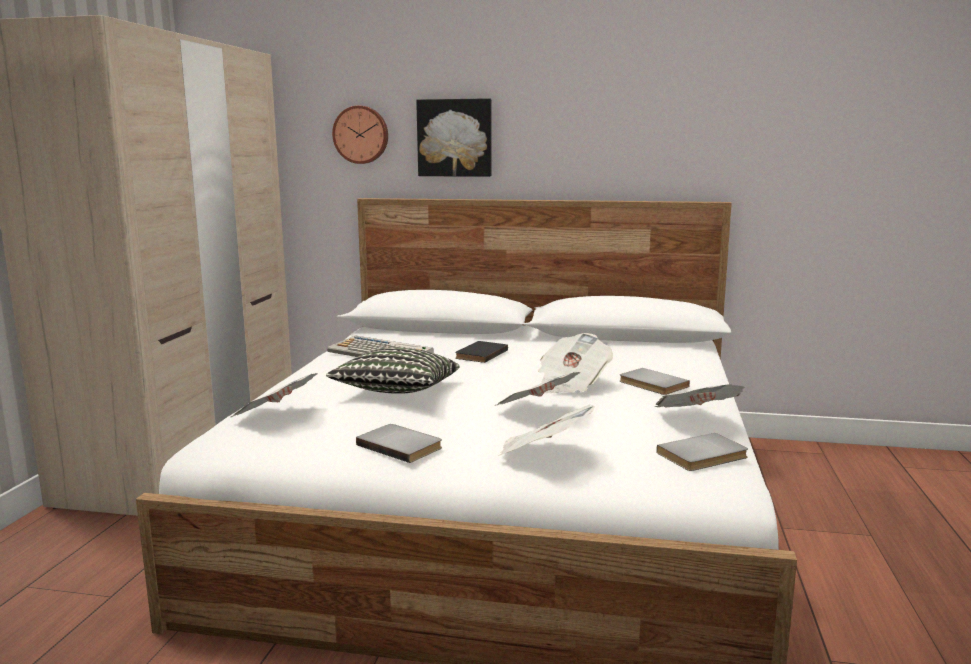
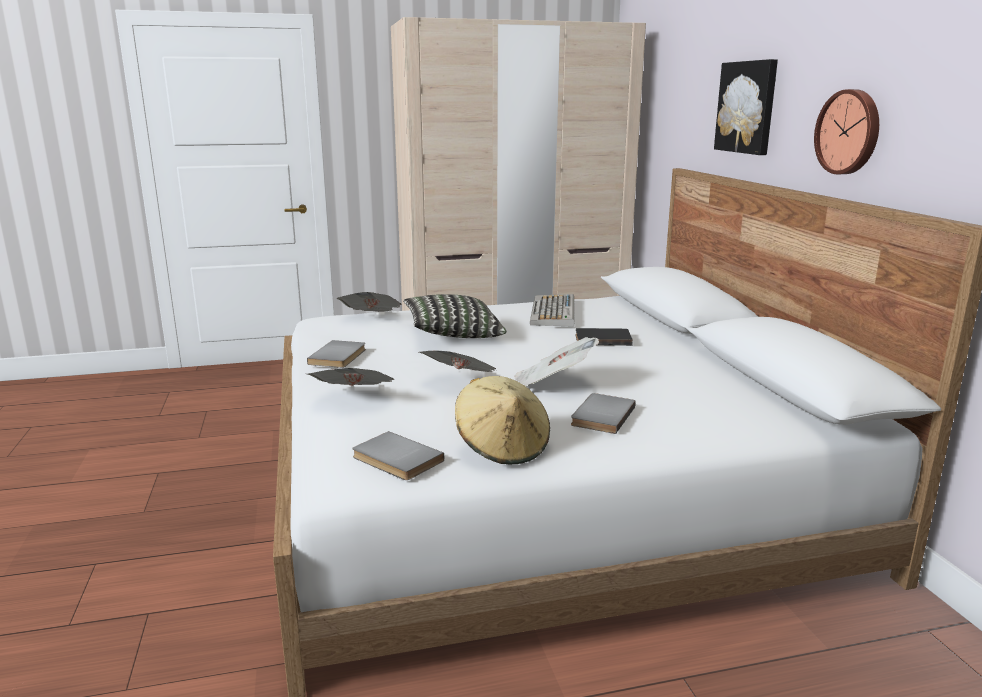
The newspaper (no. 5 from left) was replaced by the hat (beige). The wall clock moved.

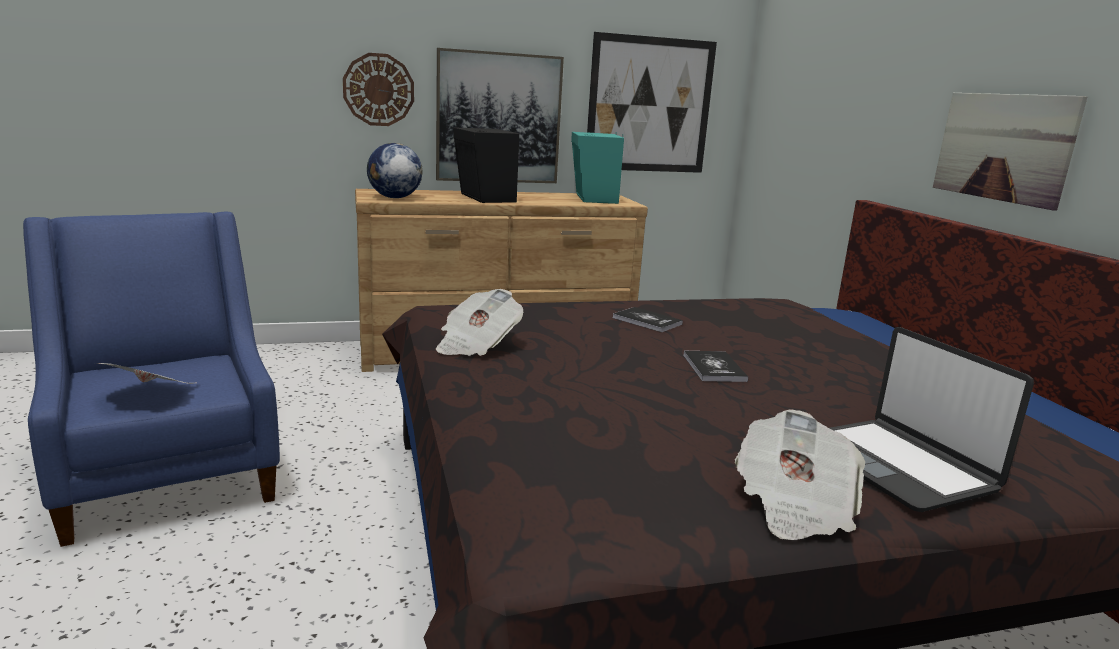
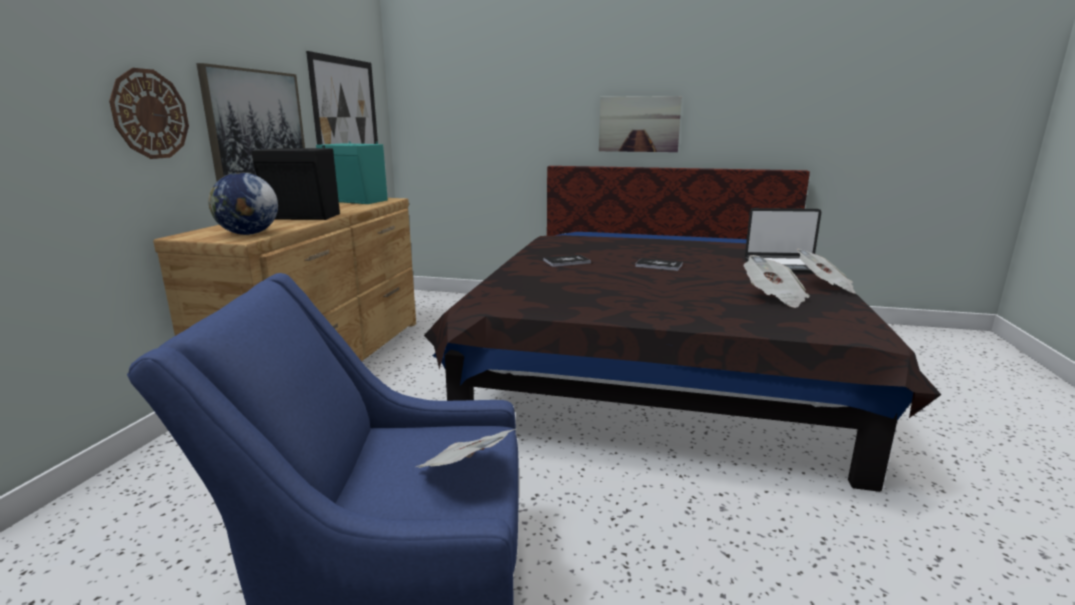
The newspaper (no. 2 from left) moved.

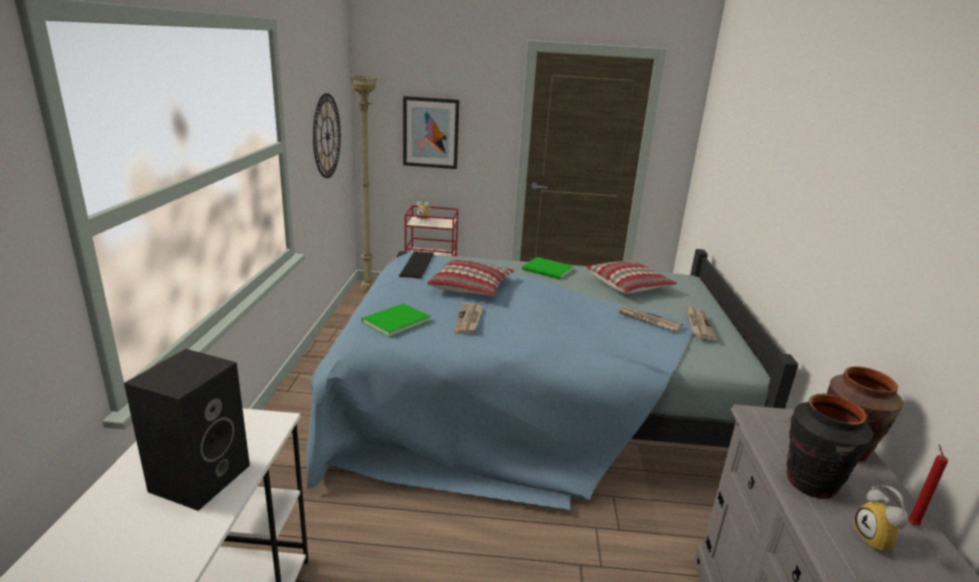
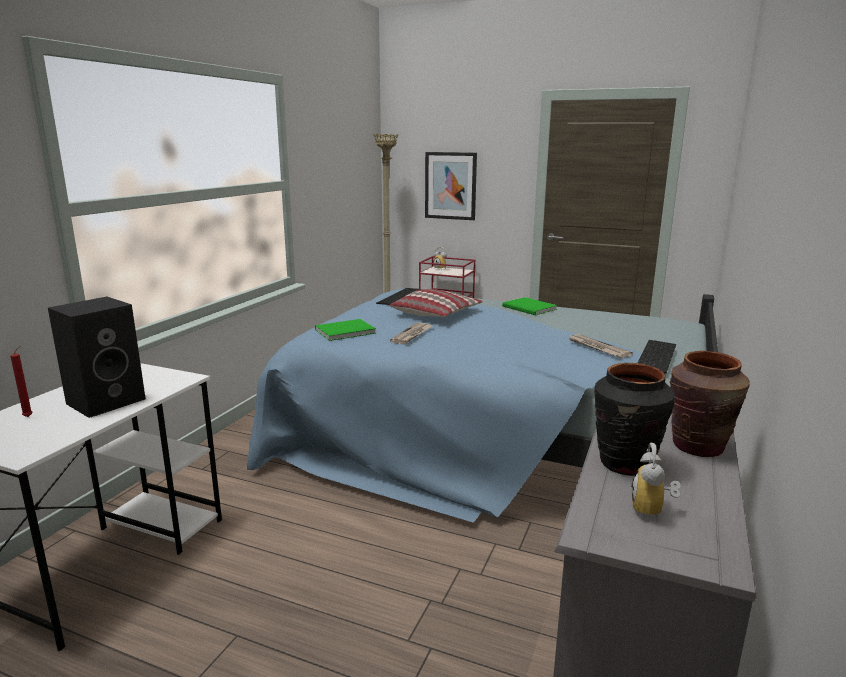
The candle (red) moved. The newspaper (no. 3 from left) was replaced by the keyboard (no. 2 from left). The wall clock disappeared. The pillow (no. 2 from left) disappeared.

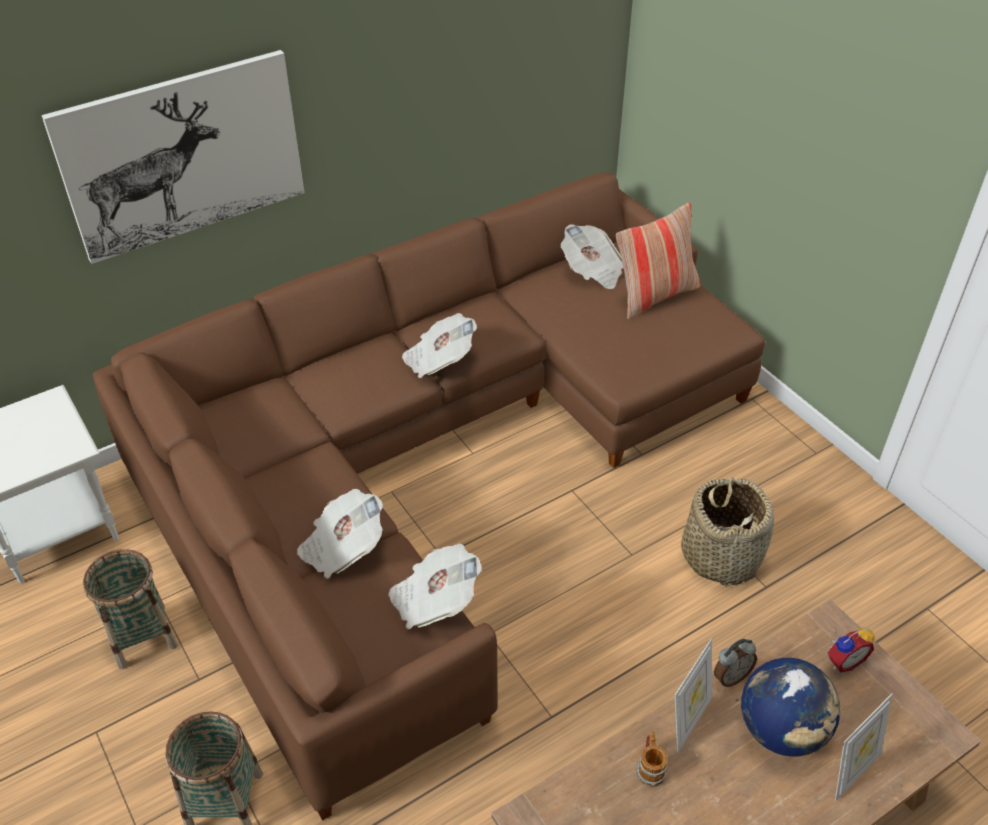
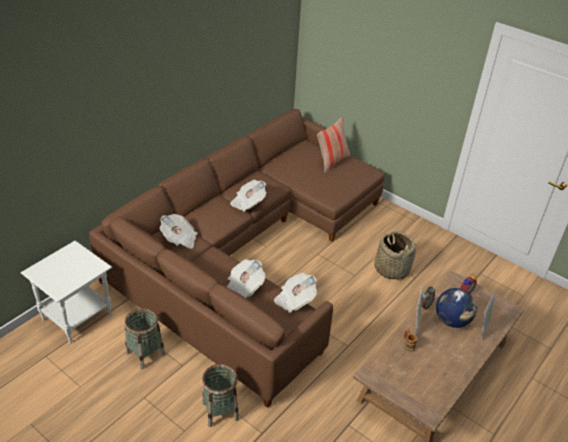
The newspaper (no. 4 from left in the first image) moved. The picture disappeared.

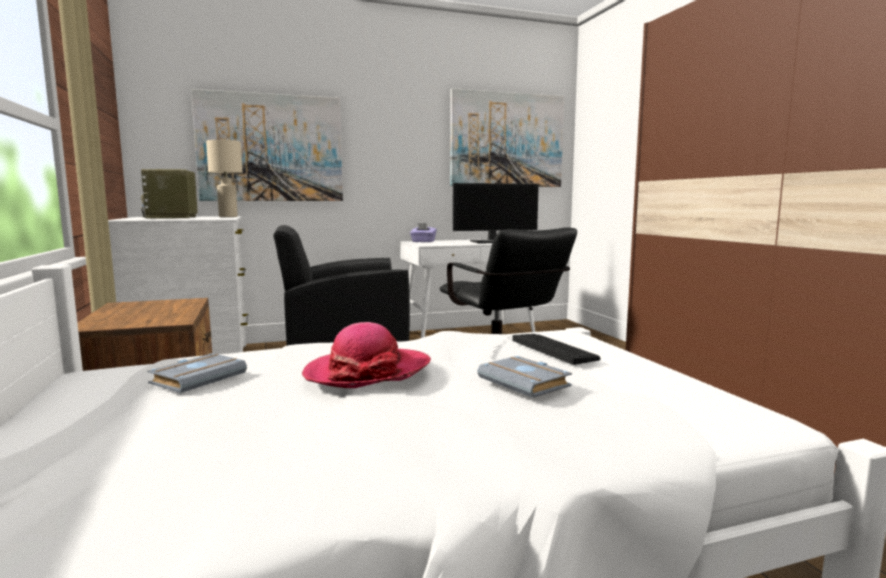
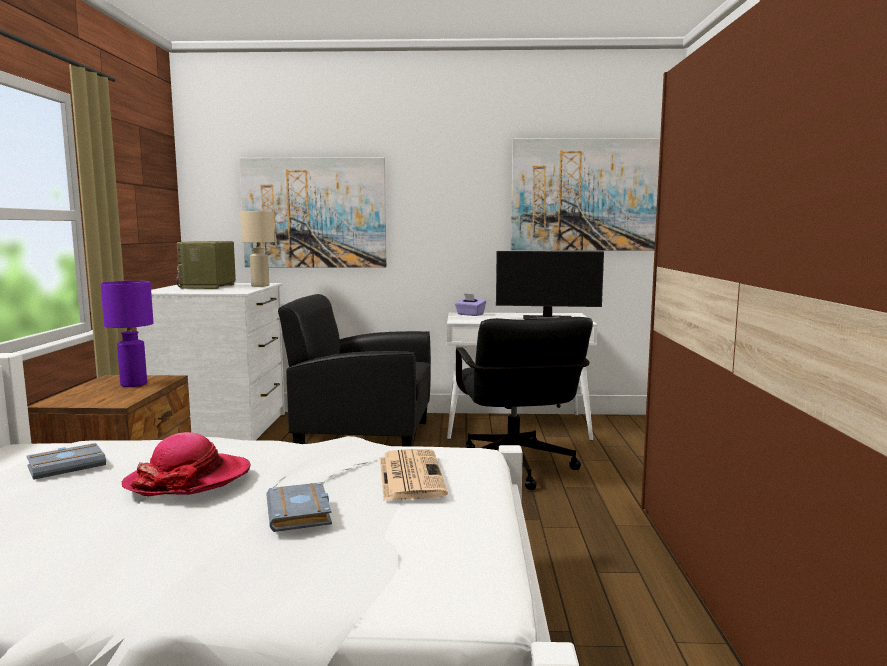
The table lamp (purple) appeared. The keyboard was replaced by the newspaper.

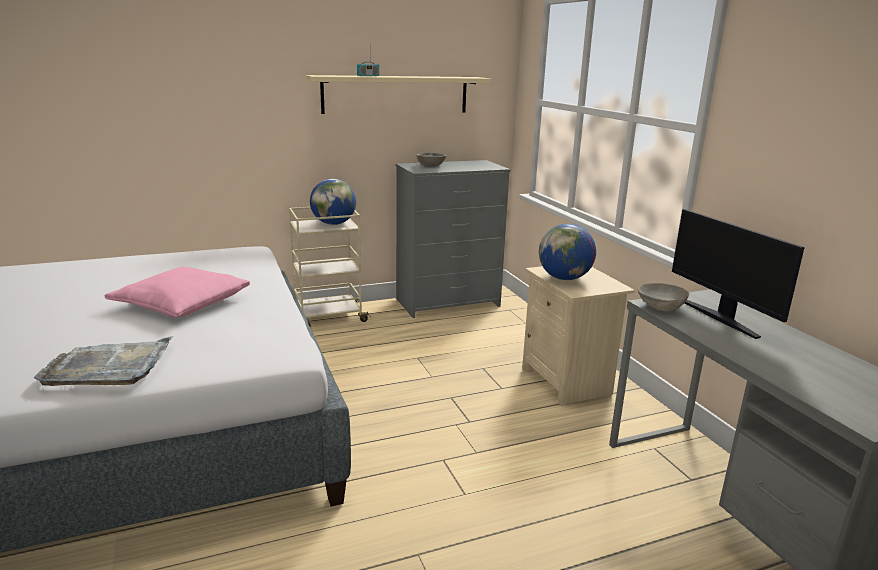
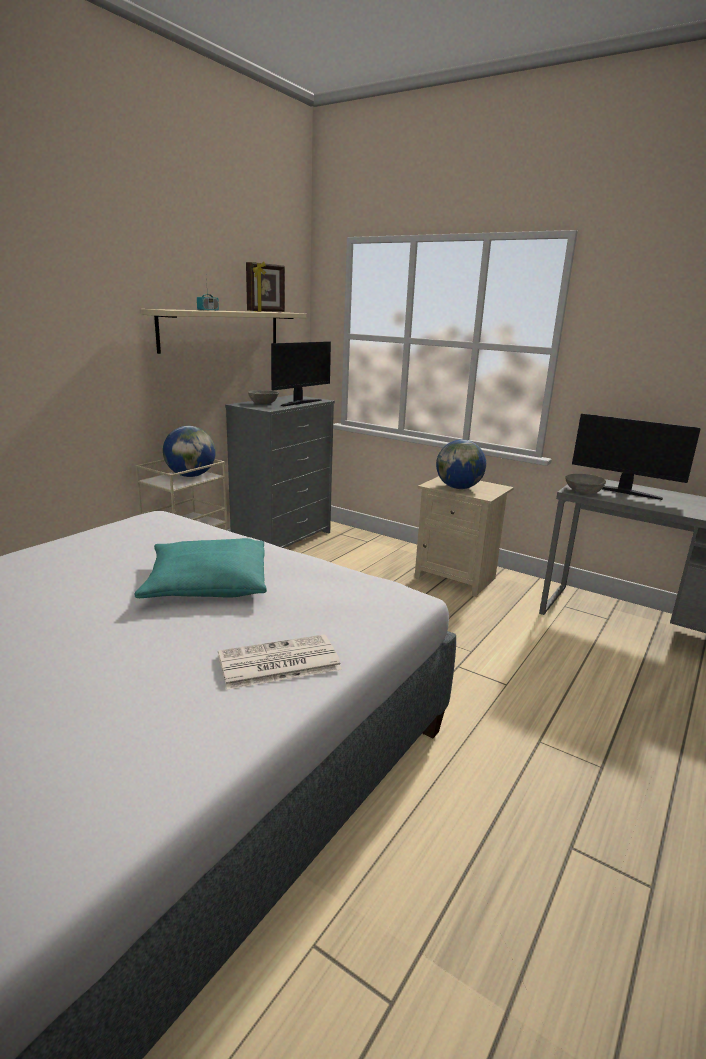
The pillow (pink) became the pillow (turquoise). The tray (grey) was replaced by the newspaper. The picture frame appeared. The monitor (no. 1 from left) appeared.

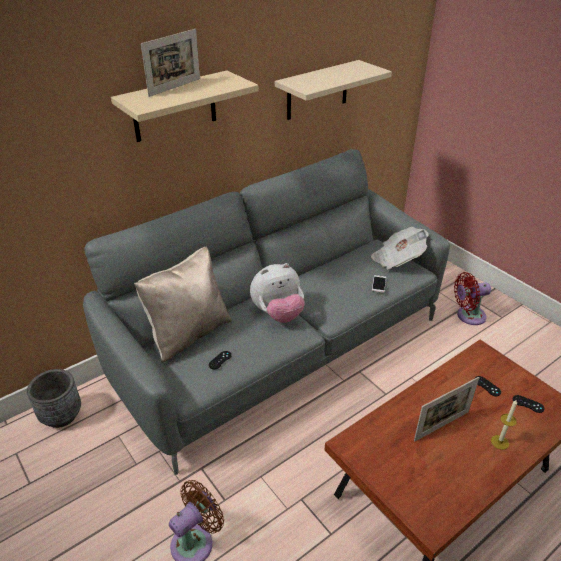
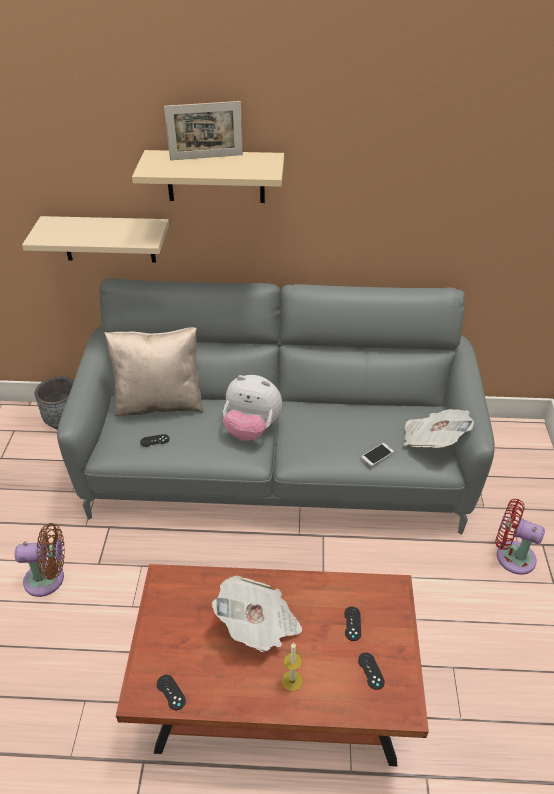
The shelf (beige) (no. 2 from left in the first image) moved. The game controller (black) (no. 2 from left) appeared. The picture frame (no. 2 from left) was replaced by the newspaper (no. 1 from left).

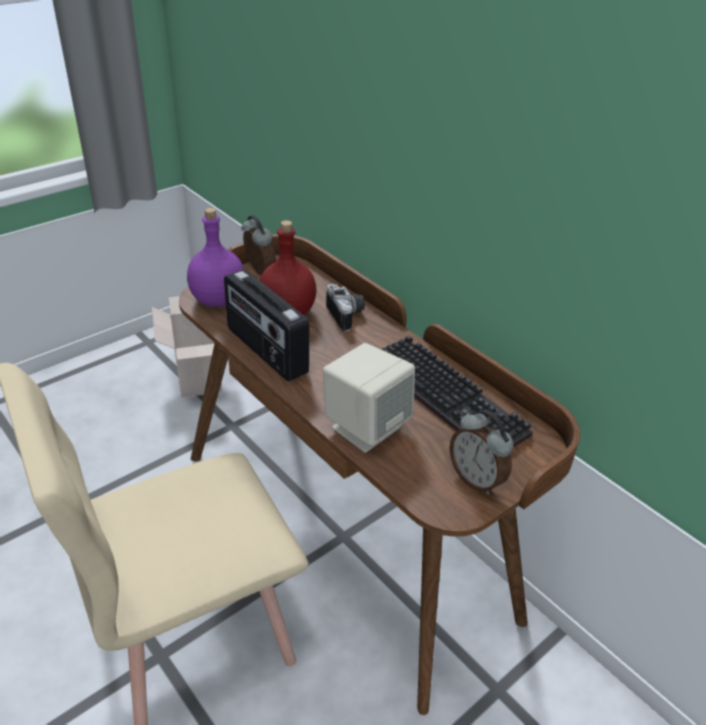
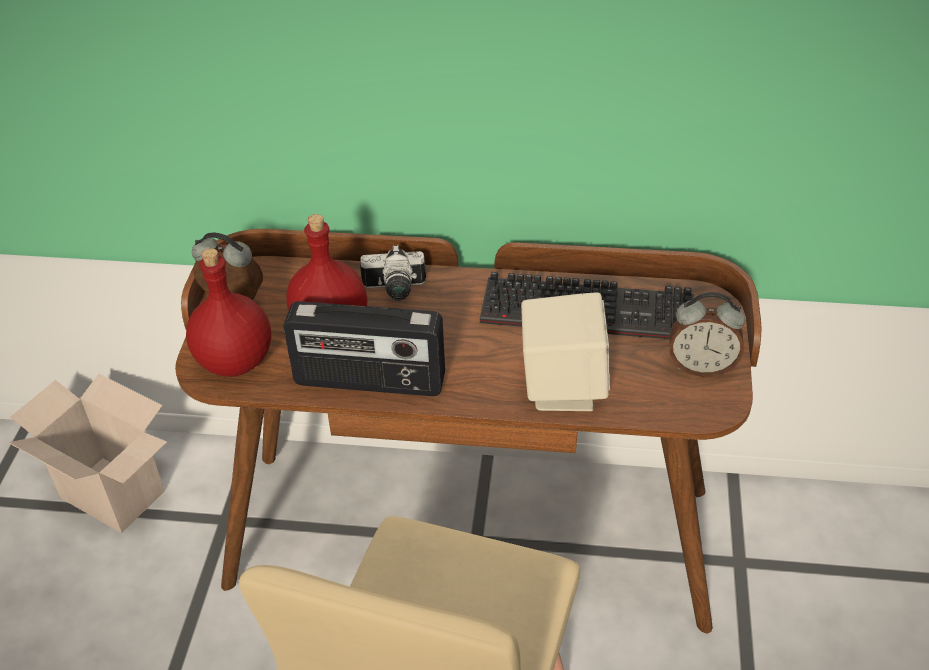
The bottle (purple) became the bottle (red) (no. 1 from left). The photo camera turned 150 degrees clockwise.

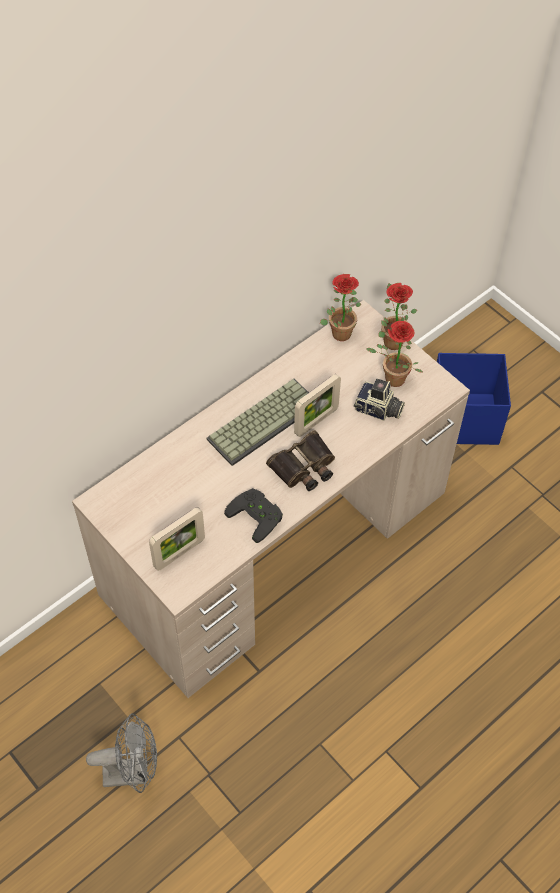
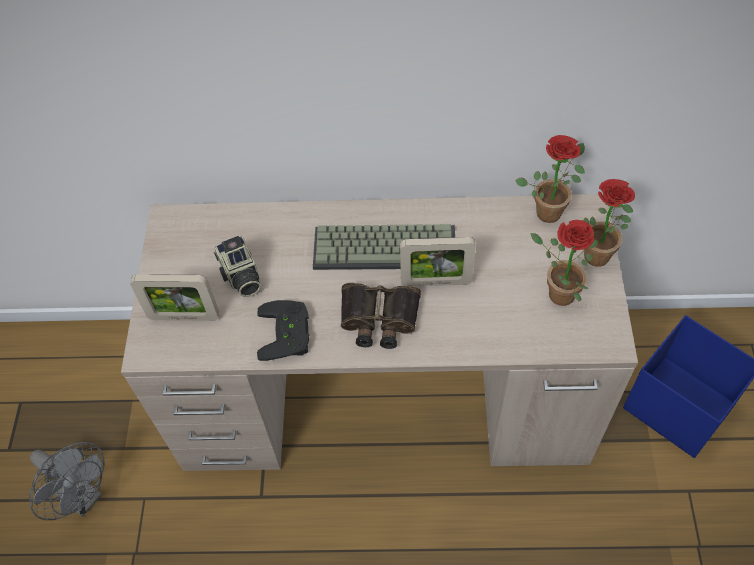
The photo camera moved.

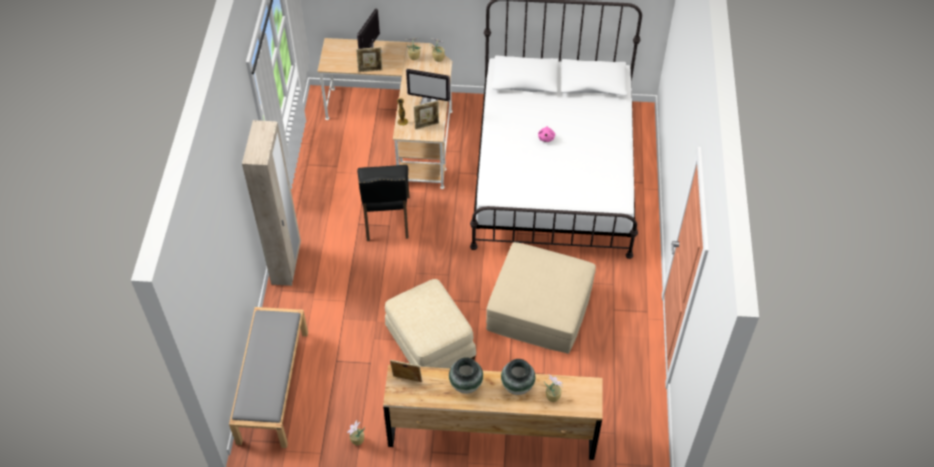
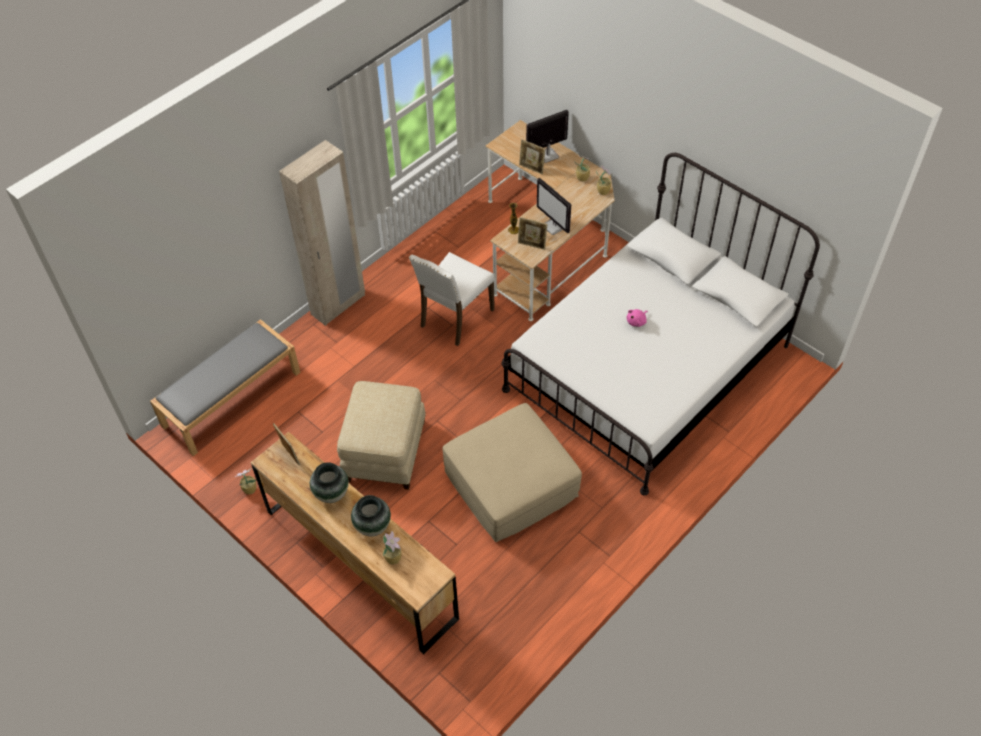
The chair (black) became the chair (white).

